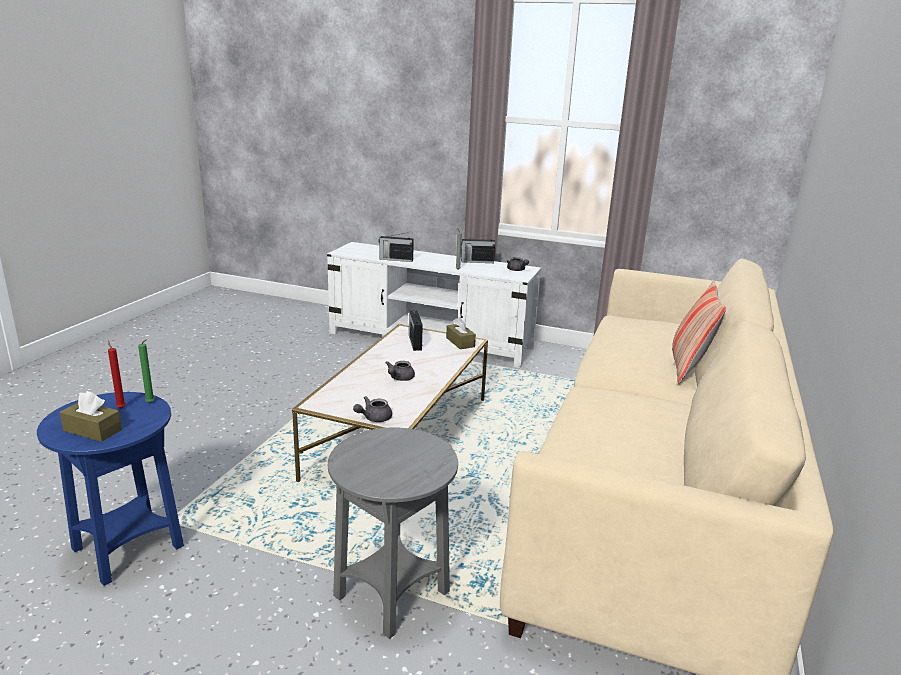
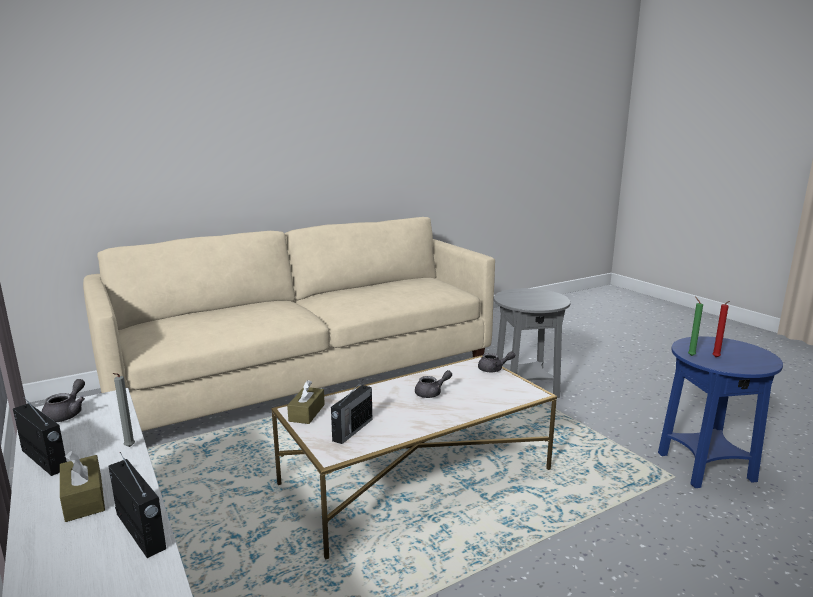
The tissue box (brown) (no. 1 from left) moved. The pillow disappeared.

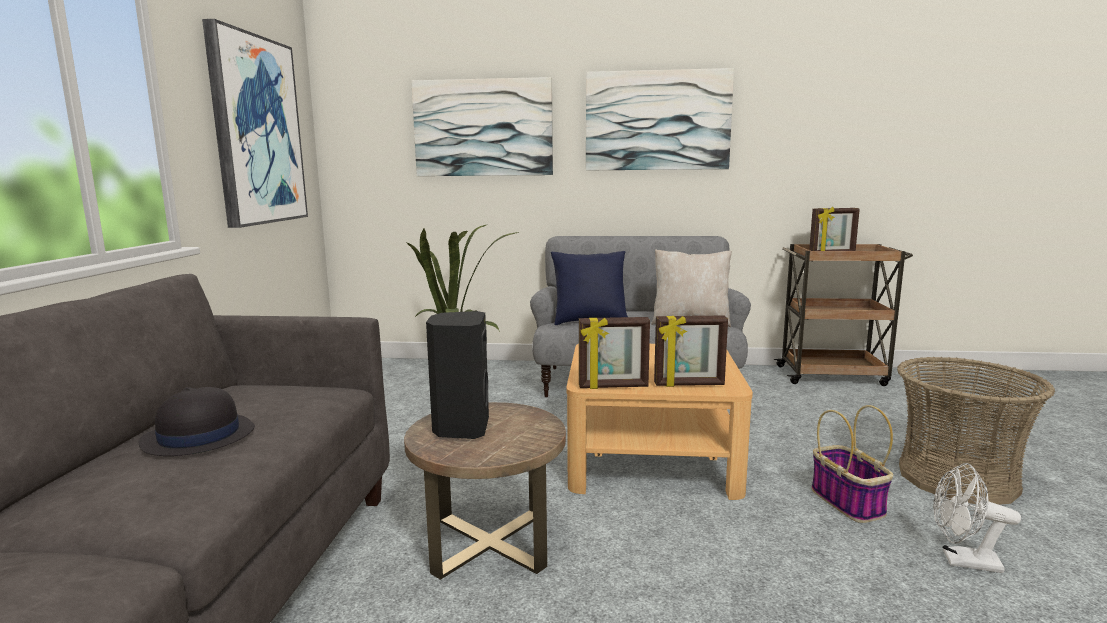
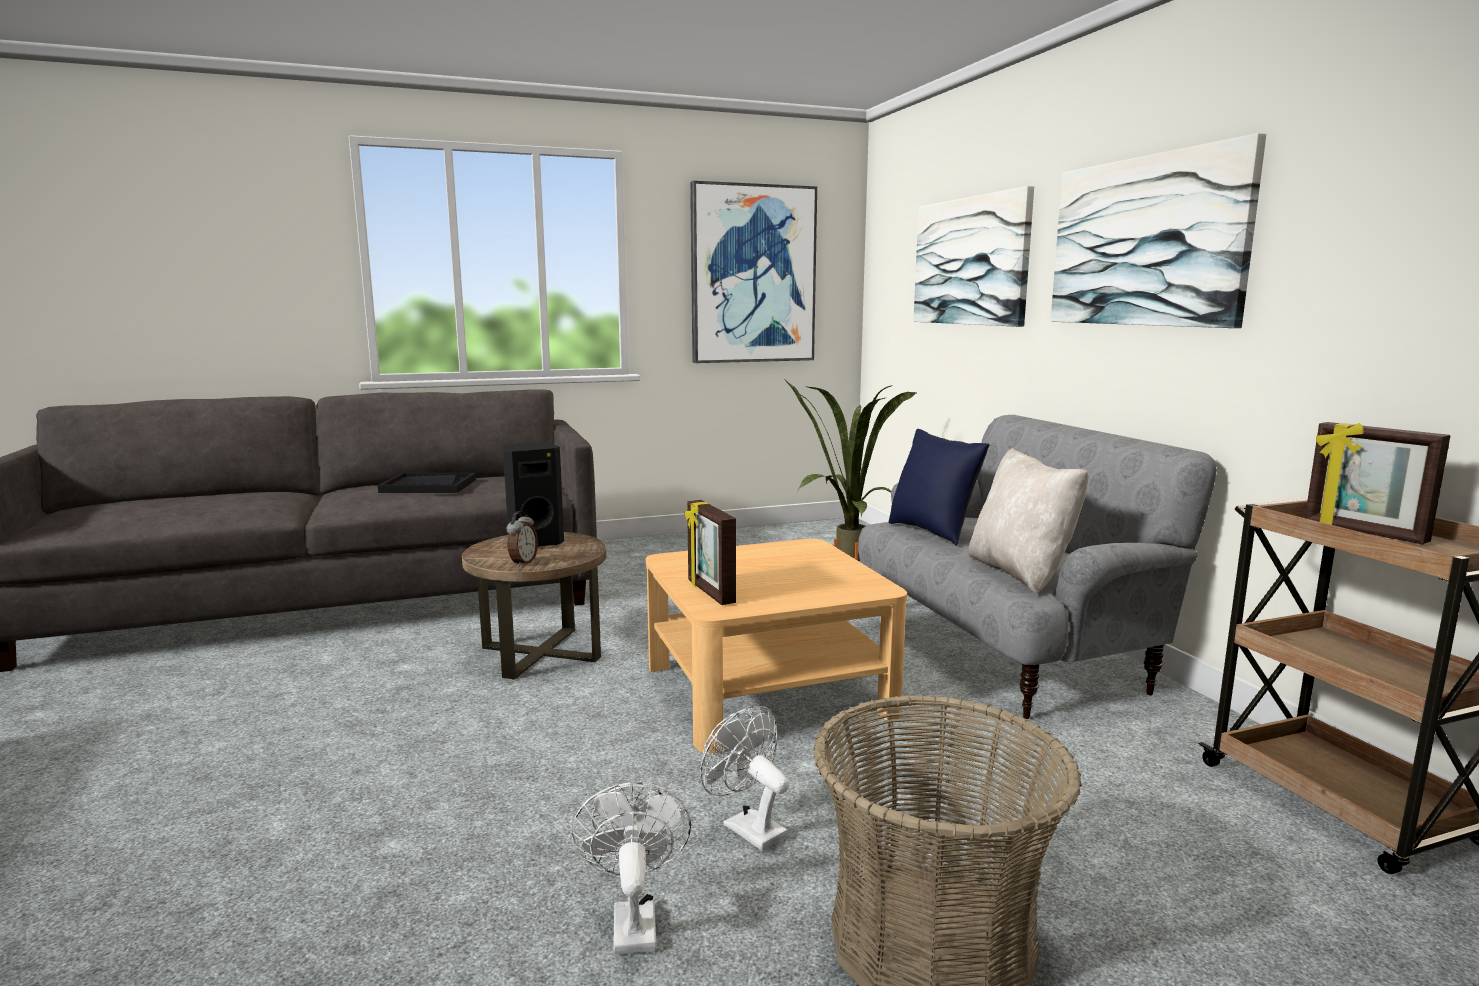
The hat (black) was replaced by the tray (black). The alarm clock appeared. The basket (no. 1 from left) was replaced by the fan (white) (no. 2 from left). The picture frame (no. 1 from left) disappeared.

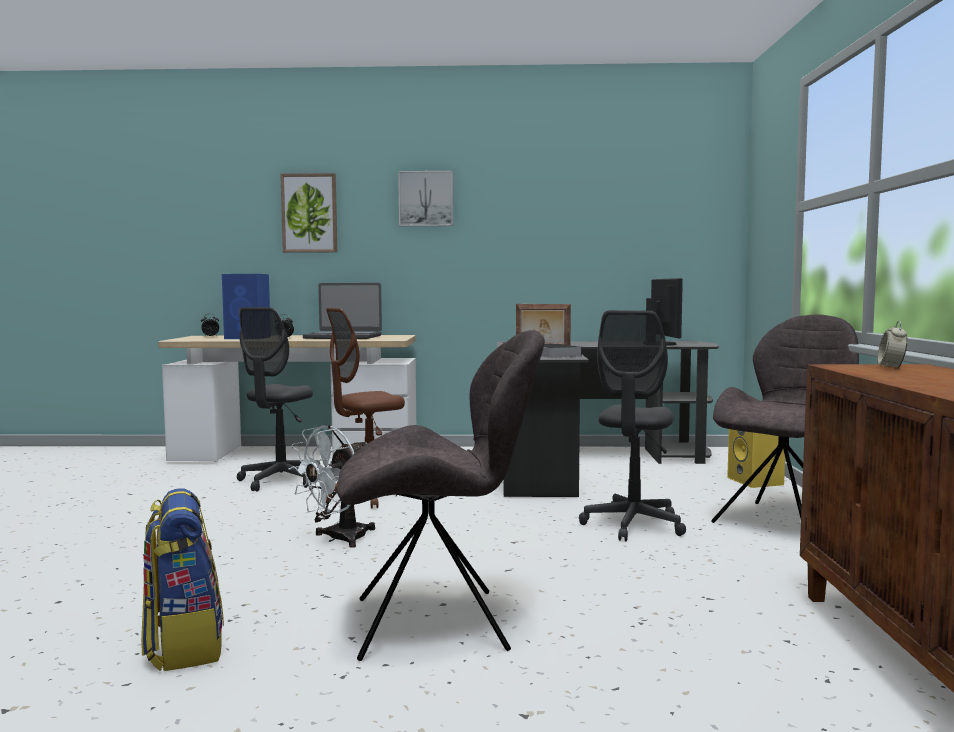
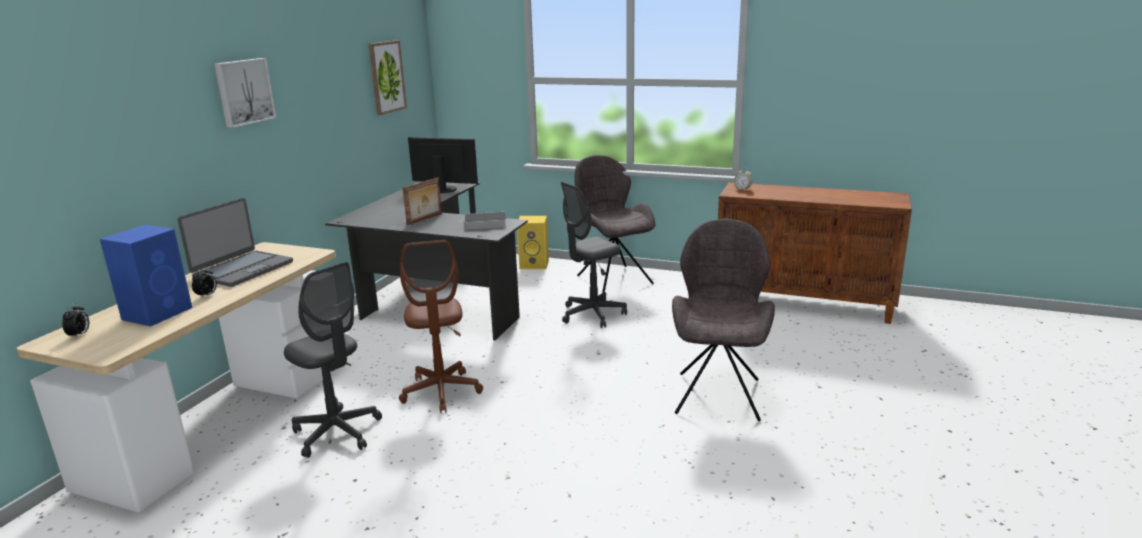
The picture (no. 1 from left in the first image) moved. The office chair (grey) (no. 2 from left) turned 105 degrees clockwise. The backpack disappeared. The fan (white) disappeared.

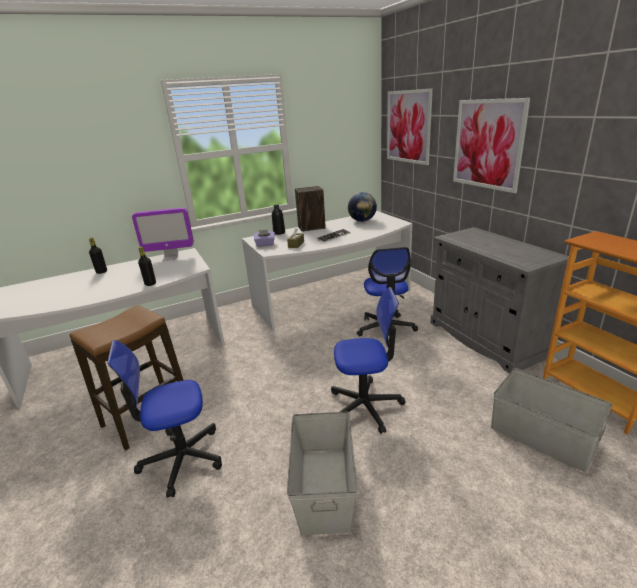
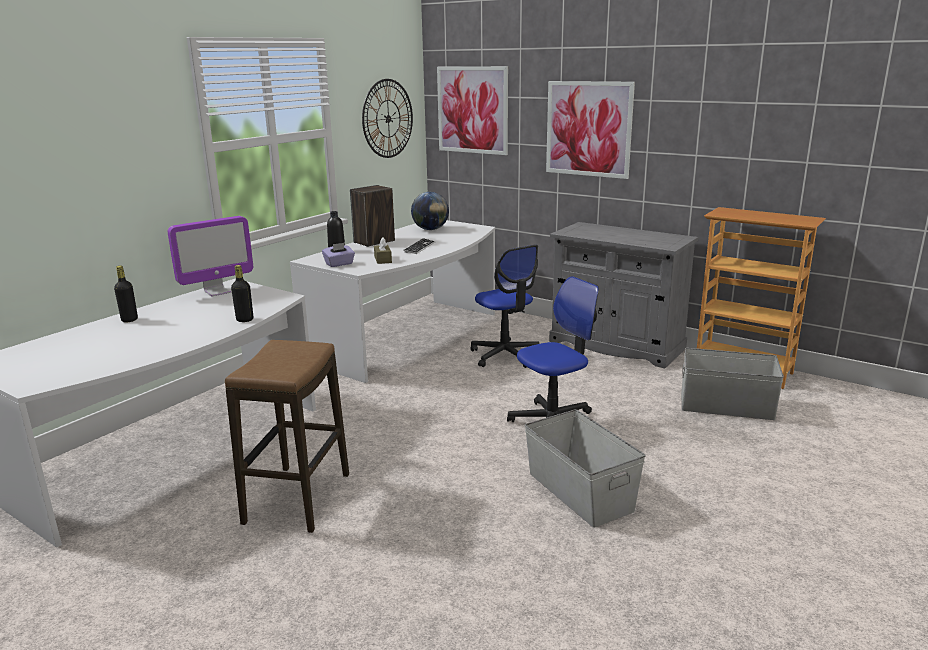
The wall clock appeared. The office chair (no. 1 from left) disappeared.

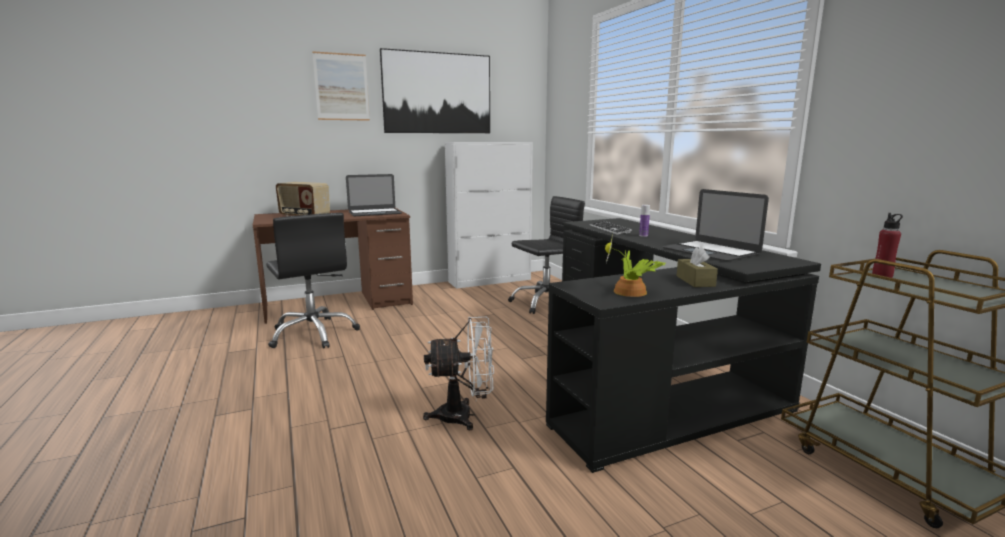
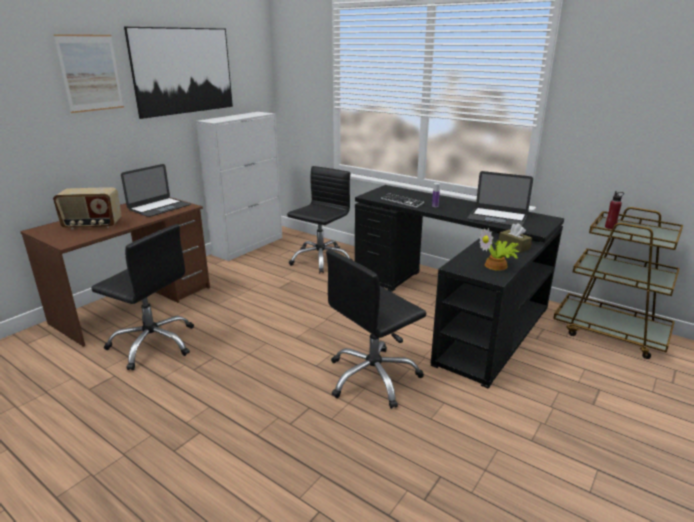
The fan (white) was replaced by the office chair (black) (no. 3 from left).

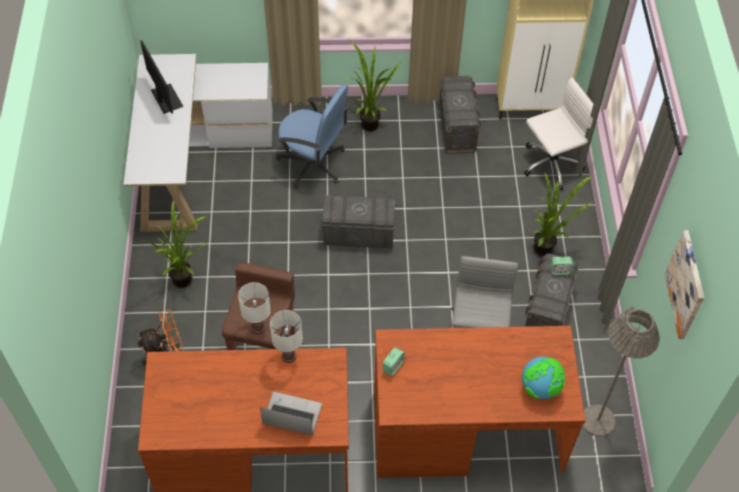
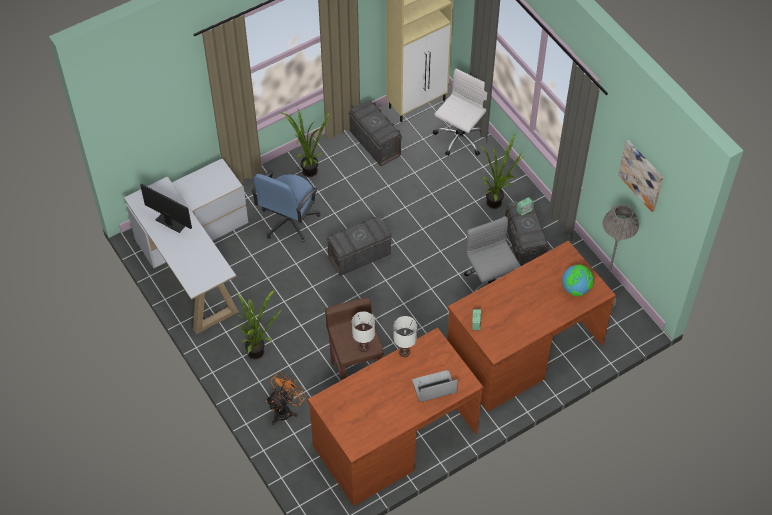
The office chair (blue) turned 120 degrees clockwise.

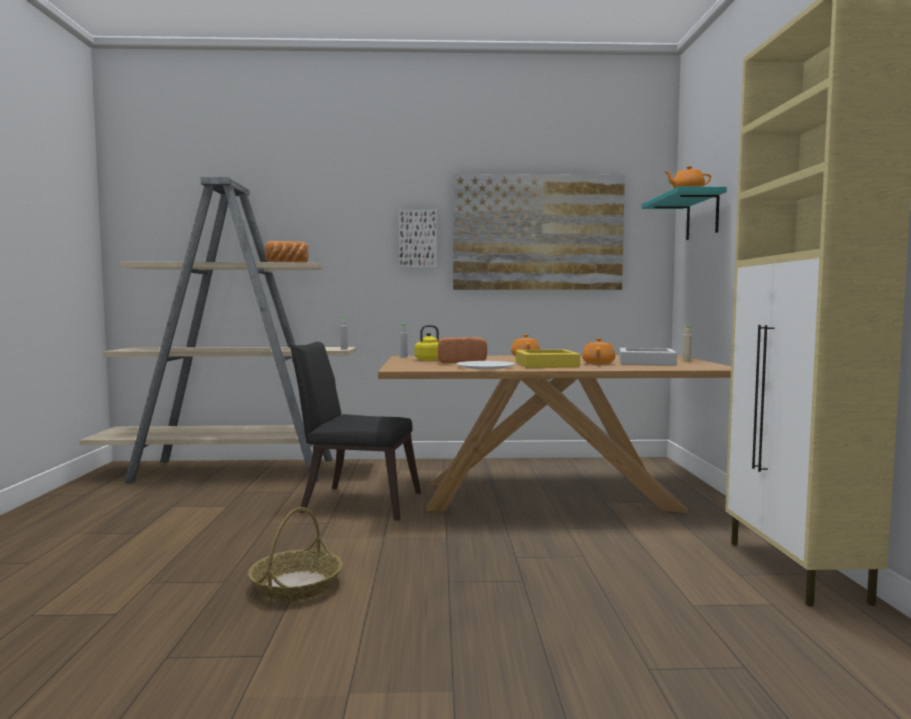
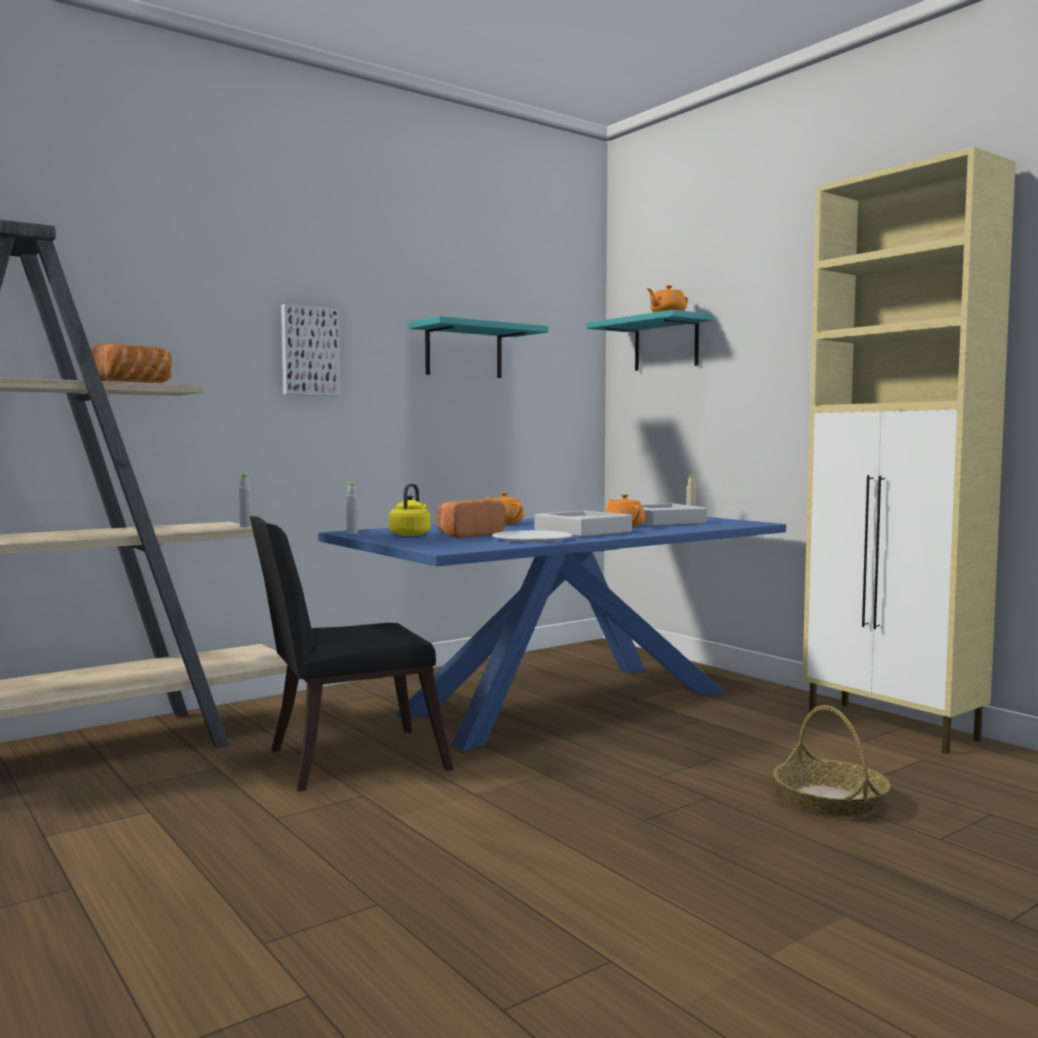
The dining table (brown) became the dining table (blue). The picture (no. 2 from left) was replaced by the shelf (turquoise) (no. 1 from left). The tray (yellow) became the tray (grey) (no. 1 from left). The basket moved.

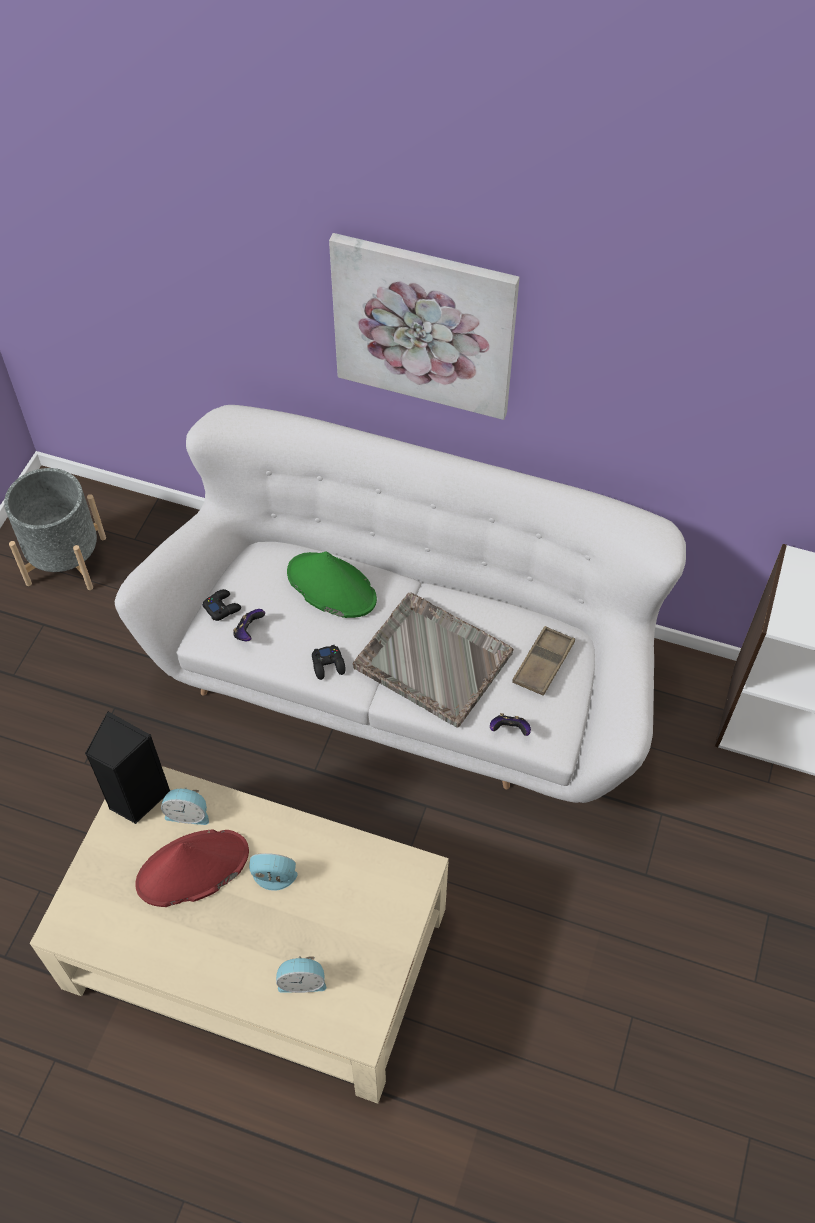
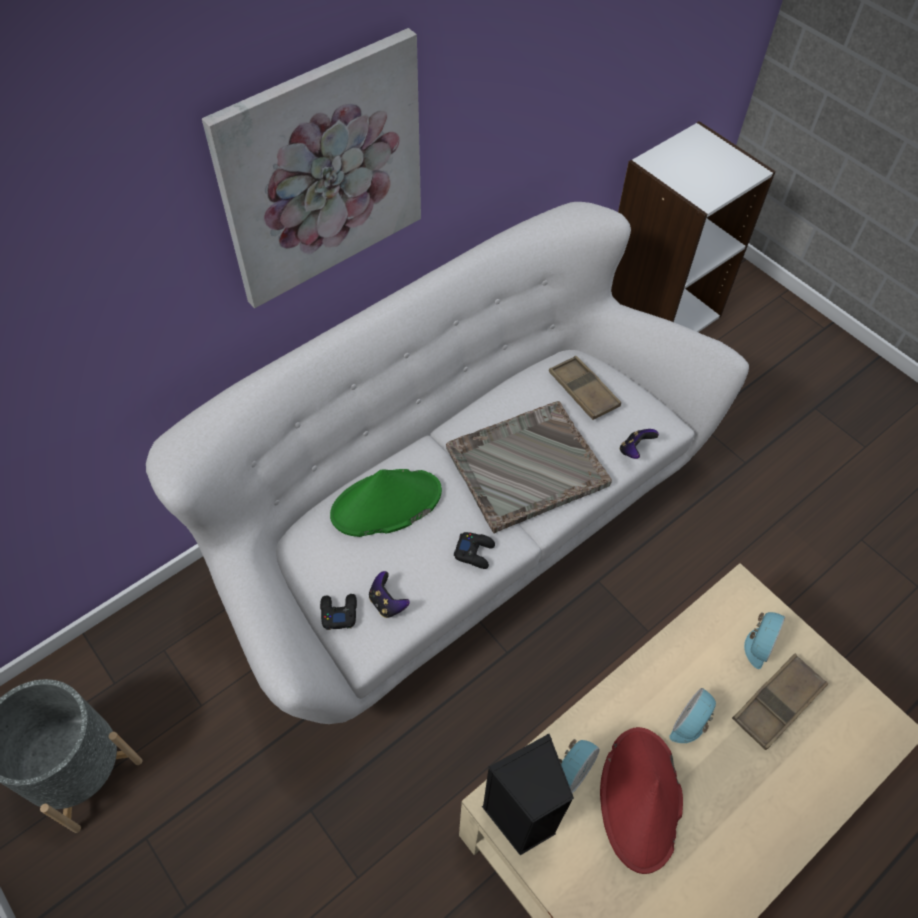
The tray (brown) (no. 2 from left) appeared. The alarm clock (no. 3 from left) moved.

